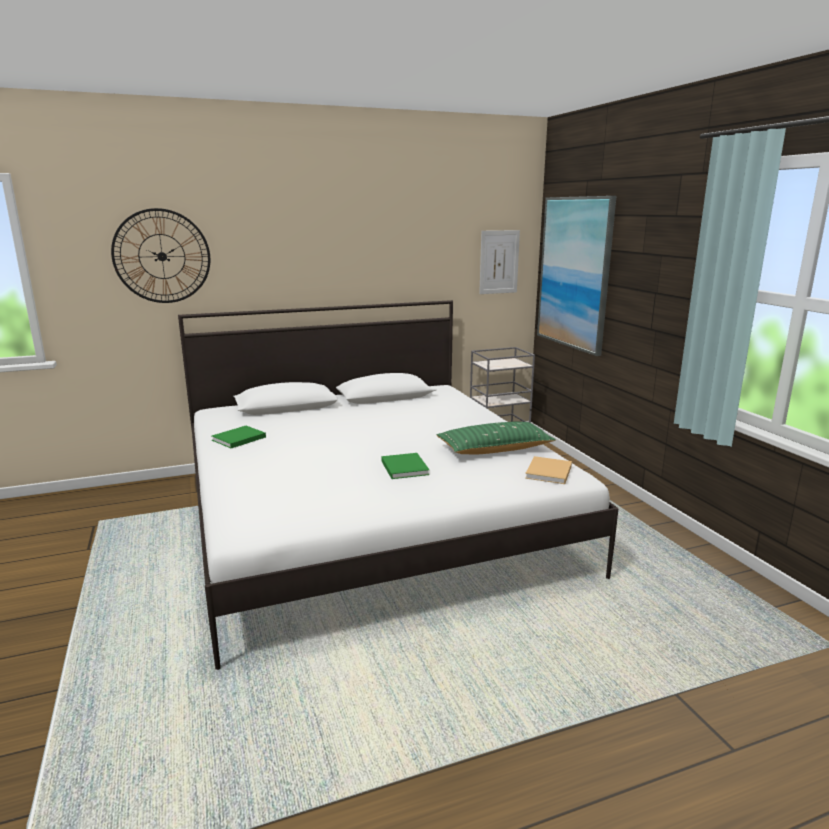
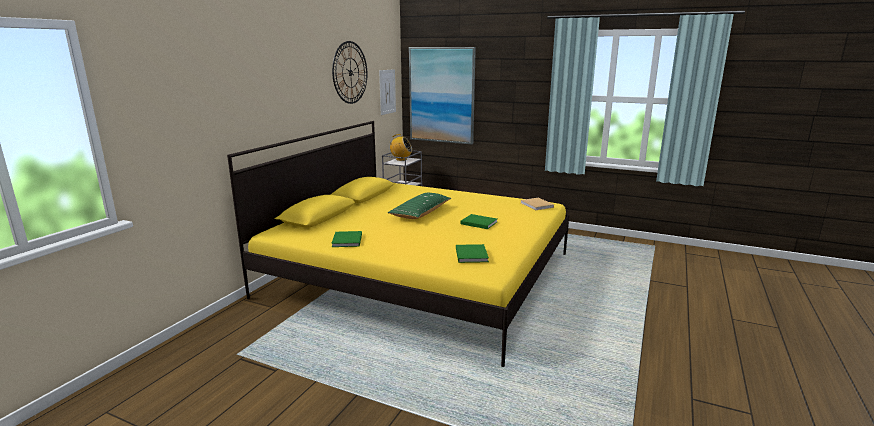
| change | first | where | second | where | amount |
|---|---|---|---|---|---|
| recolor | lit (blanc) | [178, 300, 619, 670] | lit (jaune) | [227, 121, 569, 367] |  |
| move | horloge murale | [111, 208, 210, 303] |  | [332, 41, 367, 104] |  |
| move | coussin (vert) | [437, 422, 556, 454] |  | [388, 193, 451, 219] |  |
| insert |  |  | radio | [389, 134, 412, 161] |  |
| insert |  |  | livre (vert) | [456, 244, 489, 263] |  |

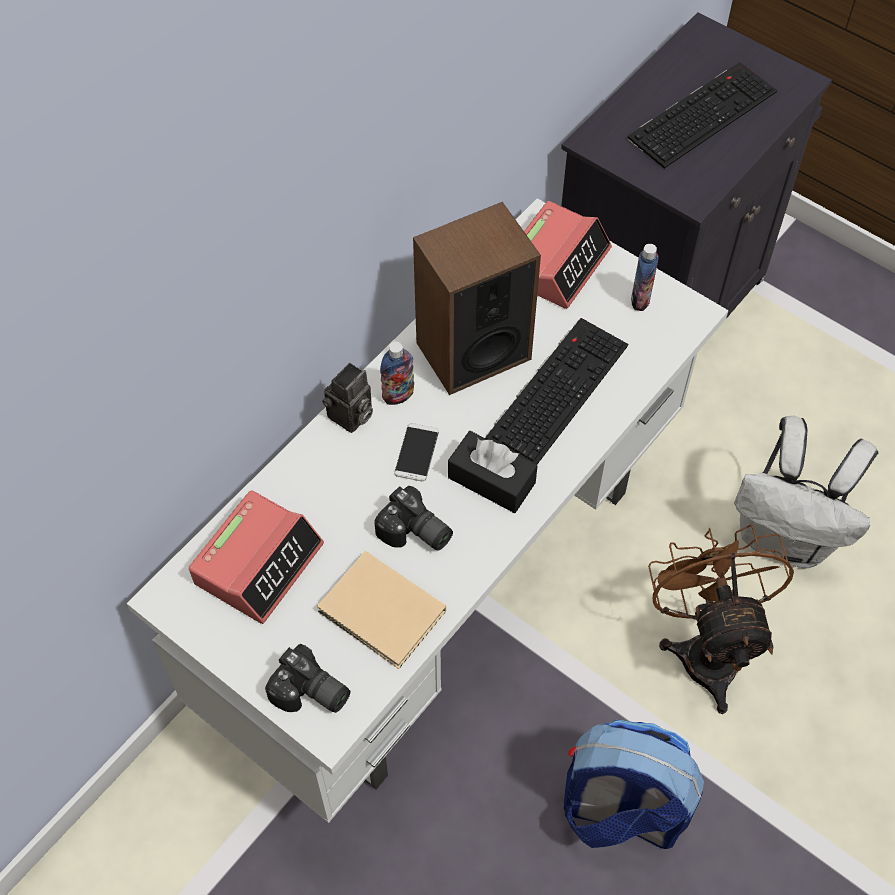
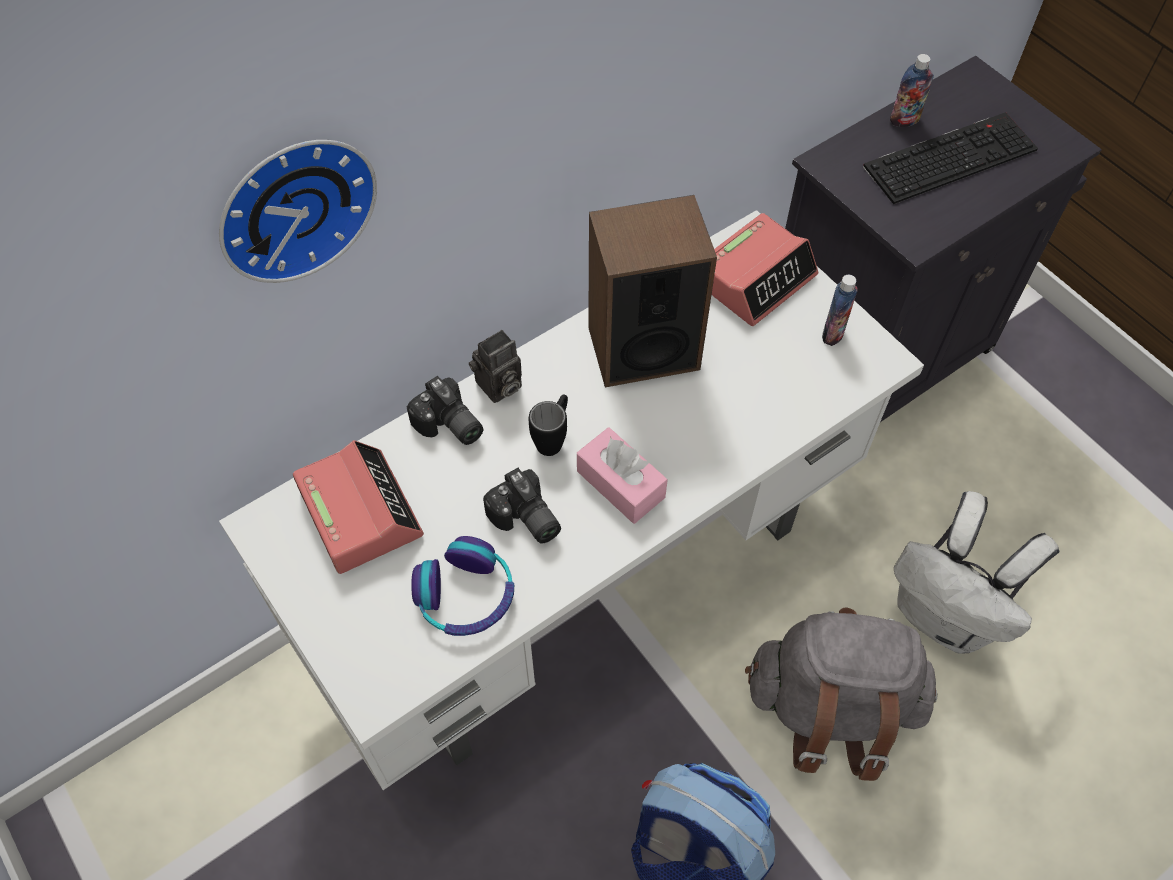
| change | first | where | second | where | amount |
|---|---|---|---|---|---|
| insert |  |  | horloge murale | [219, 140, 377, 283] |  |
| rotate | réveil | [189, 490, 324, 624] |  | [293, 440, 424, 574] | 75 degrees counterclockwise |
| move | appareil photo | [265, 644, 351, 713] |  | [407, 376, 483, 445] |  |
| replace | livre (beige) | [317, 551, 446, 669] | casque audio | [411, 536, 514, 636] |  |
| replace | téléphone | [394, 423, 439, 481] | mug (noir) | [529, 394, 568, 456] |  |
| recolor | boîte à mouchoirs (noir) | [448, 431, 538, 513] | boîte à mouchoirs (rose) | [577, 427, 668, 524] |  |
| replace | ventilateur (marron) | [648, 524, 794, 714] | sac à dos (gris) | [745, 607, 937, 781] |  |
| move | bouteille | [380, 342, 414, 405] |  | [890, 54, 934, 127] |  |
| delete | clavier | [485, 318, 628, 465] |  |  |  |

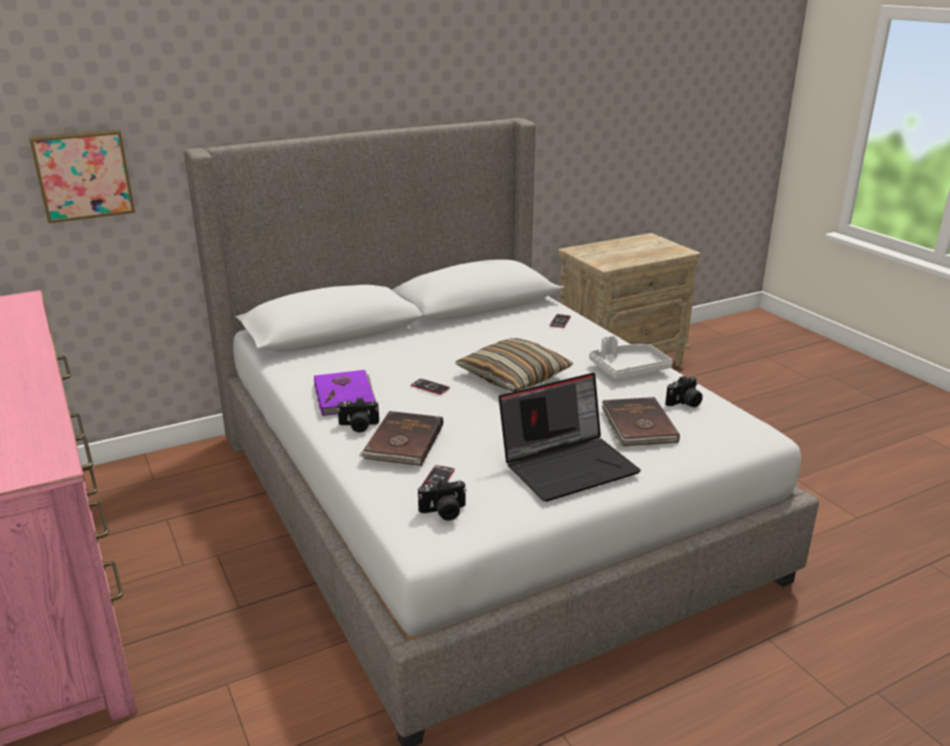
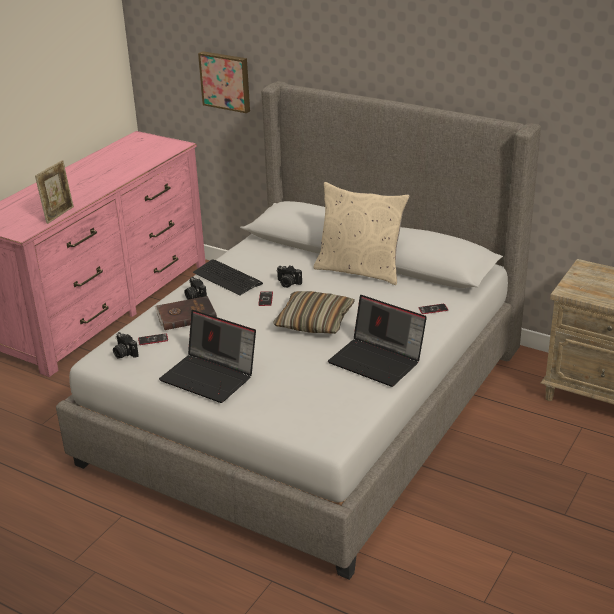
| change | first | where | second | where | amount |
|---|---|---|---|---|---|
| insert |  |  | cadre photo | [35, 160, 74, 224] |  |
| replace | livre (violet) | [314, 370, 376, 416] | clavier | [193, 259, 263, 296] |  |
| move | appareil photo | [665, 376, 703, 407] |  | [276, 265, 302, 288] |  |
| insert |  |  | coussin (beige) | [313, 182, 409, 285] |  |
| replace | plateau (gris) | [589, 336, 673, 379] | ordinateur portable | [328, 295, 427, 387] |  |
| delete | livre (marron) | [602, 397, 680, 446] |  |  |  |

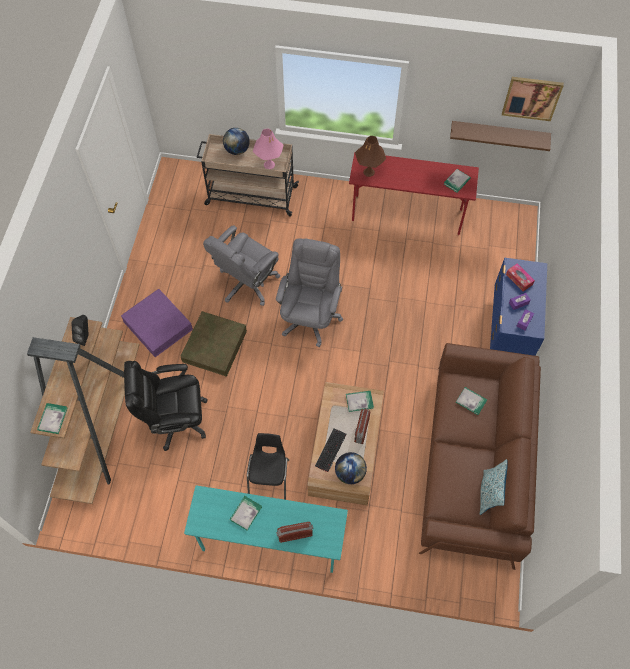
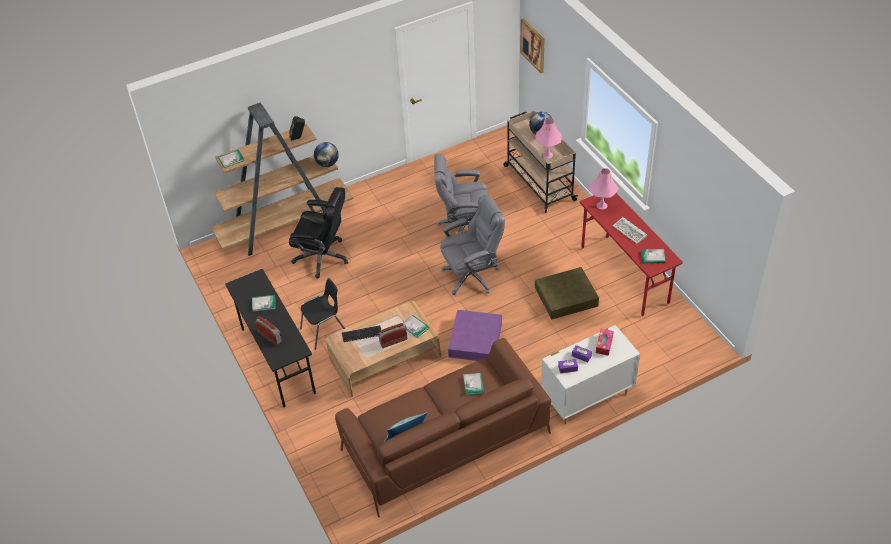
| change | first | where | second | where | amount |
|---|---|---|---|---|---|
| recolor | bureau (turquoise) | [184, 485, 348, 573] | bureau (noir) | [225, 269, 316, 408] |  |
| rotate | chaise de bureau (noir) | [124, 361, 208, 451] |  | [289, 187, 348, 279] | 150 degrees clockwise |
| move | globe | [335, 452, 367, 484] |  | [314, 142, 339, 167] |  |
| move | boîte de rangement (violet) | [121, 289, 193, 357] |  | [448, 310, 502, 361] |  |
| move | tableau | [502, 77, 564, 121] |  | [520, 19, 545, 73] |  |
| move | boîte de rangement (marron) | [181, 311, 247, 377] |  | [535, 267, 599, 319] |  |
| recolor | commode (bleu) | [490, 258, 547, 356] | commode (blanc) | [541, 325, 640, 424] |  |
| recolor | lampe de table (marron) | [355, 136, 386, 177] | lampe de table (rose) | [588, 168, 619, 210] |  |
| insert |  |  | clavier | [613, 217, 647, 244] |  |
| delete | étagère (marron) | [450, 121, 551, 151] |  |  |  |

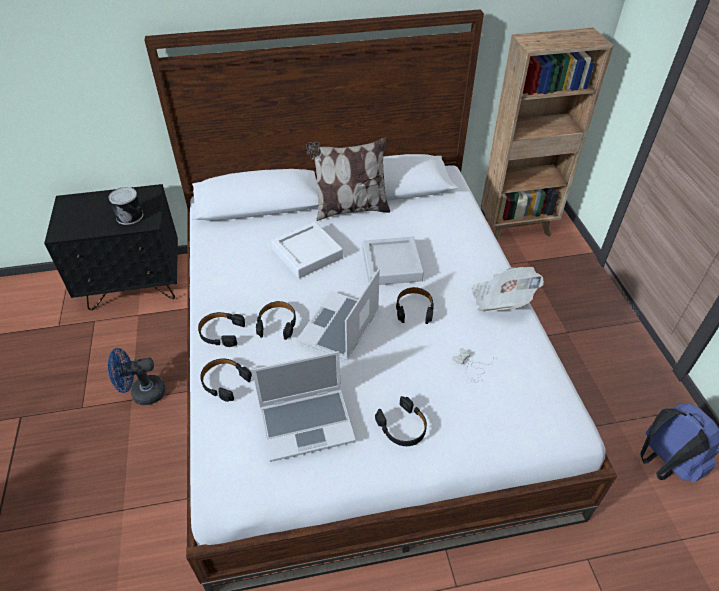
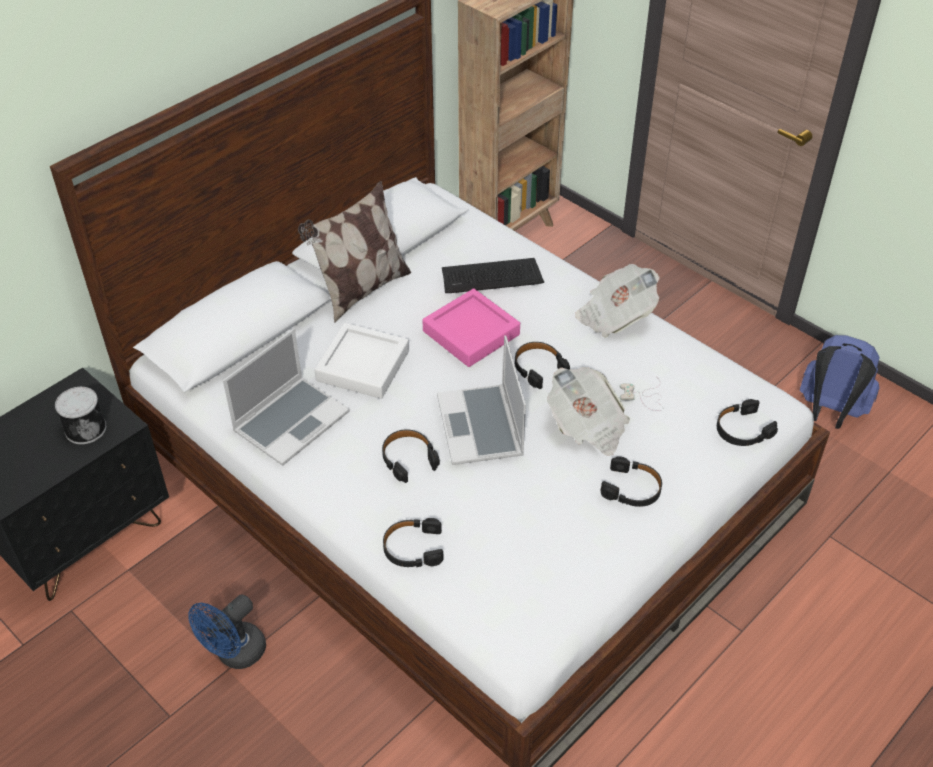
| change | first | where | second | where | amount |
|---|---|---|---|---|---|
| move | ordinateur portable | [252, 351, 356, 462] |  | [223, 329, 350, 466] |  |
| recolor | plateau (gris) | [362, 237, 424, 285] | plateau (rose) | [422, 289, 520, 367] |  |
| insert |  |  | clavier | [442, 258, 544, 293] |  |
| insert |  |  | journal | [547, 367, 630, 456] |  |
| move | casque audio (noir) | [198, 312, 245, 347] |  | [717, 399, 778, 446] |  |

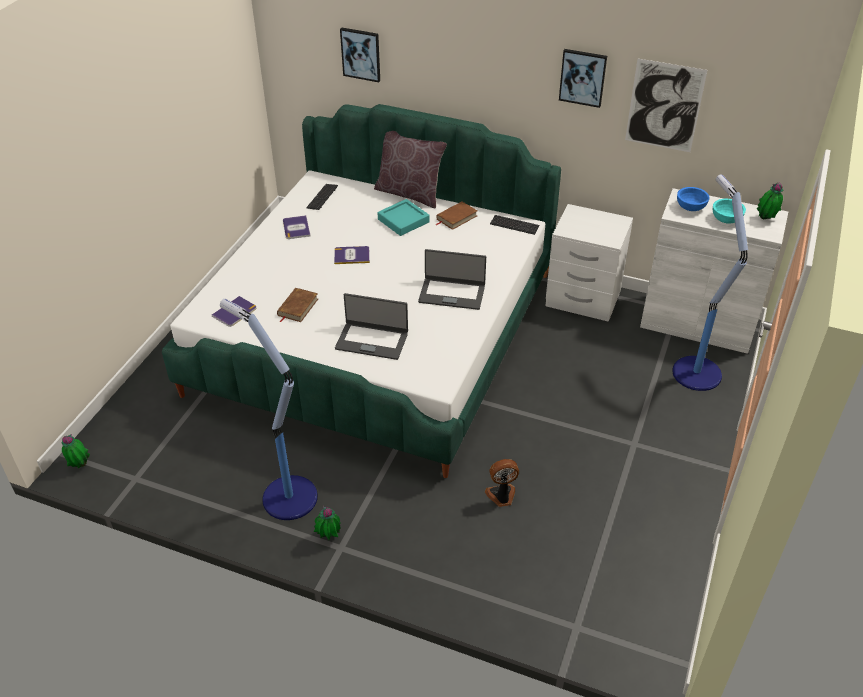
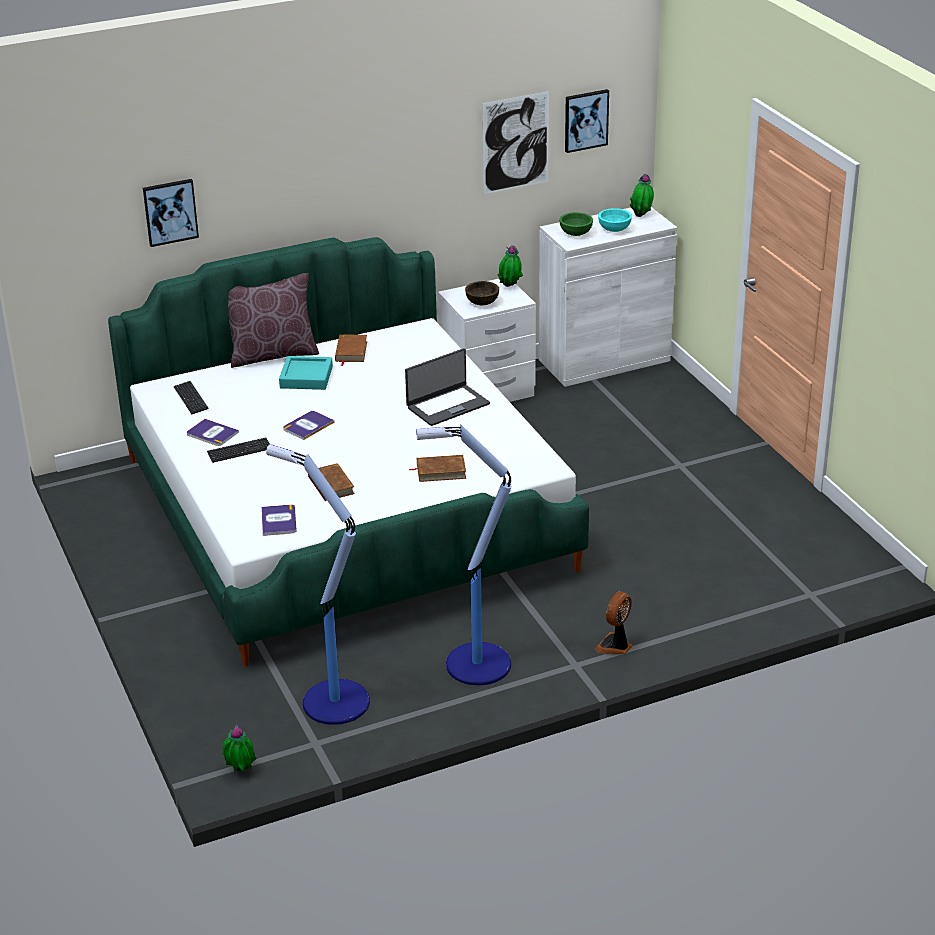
| change | first | where | second | where | amount |
|---|---|---|---|---|---|
| move | clavier | [490, 215, 539, 235] |  | [207, 437, 270, 463] |  |
| move | lampadaire | [672, 174, 748, 391] |  | [266, 444, 370, 725] |  |
| replace | ordinateur portable | [335, 293, 408, 360] | livre (marron) | [410, 455, 466, 482] |  |
| insert |  |  | bol (marron) | [465, 281, 499, 305] |  |
| move | plante en pot | [314, 506, 341, 540] |  | [498, 245, 523, 287] |  |
| recolor | bol (bleu) | [677, 187, 710, 211] | bol (vert) | [559, 212, 593, 236] |  |
| move | tableau | [559, 49, 607, 108] |  | [565, 89, 609, 153] |  |
| move | ventilateur | [485, 459, 519, 507] |  | [595, 592, 632, 654] |  |

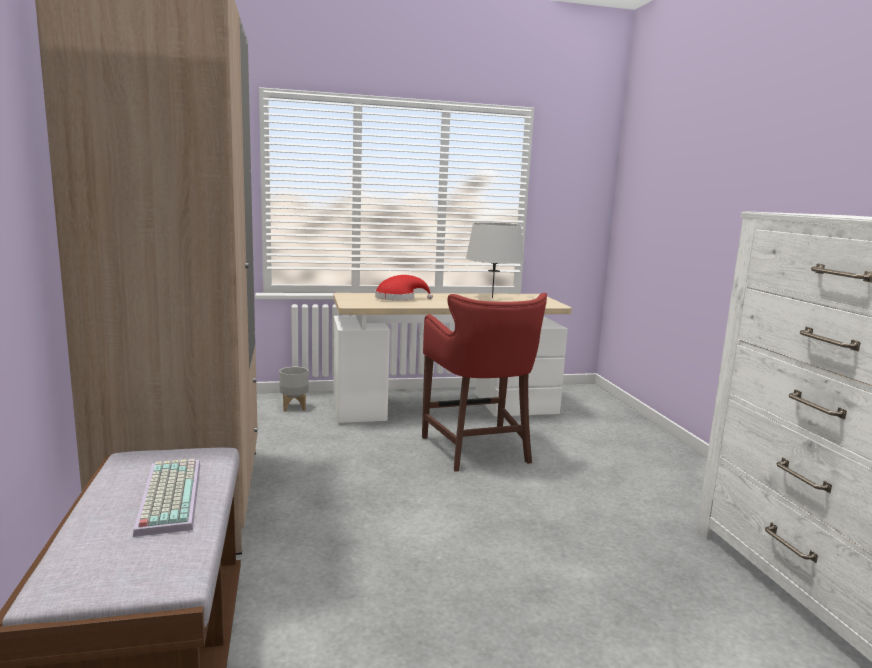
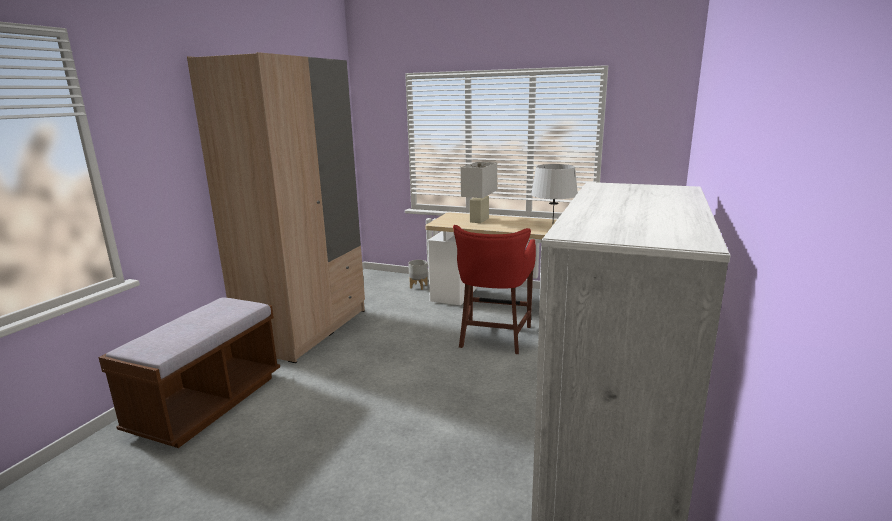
| change | first | where | second | where | amount |
|---|---|---|---|---|---|
| replace | chapeau (rouge) | [375, 275, 433, 301] | lampe de table (blanc) | [461, 162, 497, 223] |  |
| delete | clavier | [133, 459, 200, 537] |  |  |  |

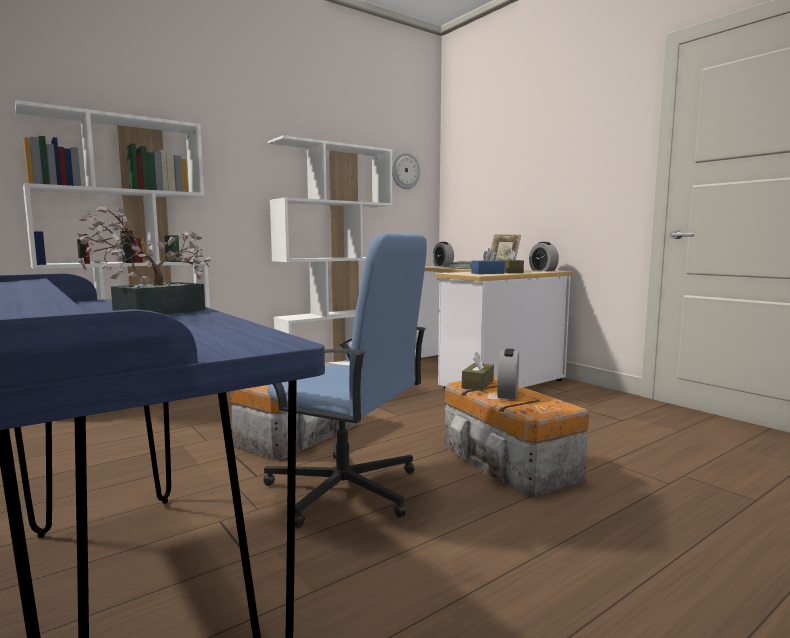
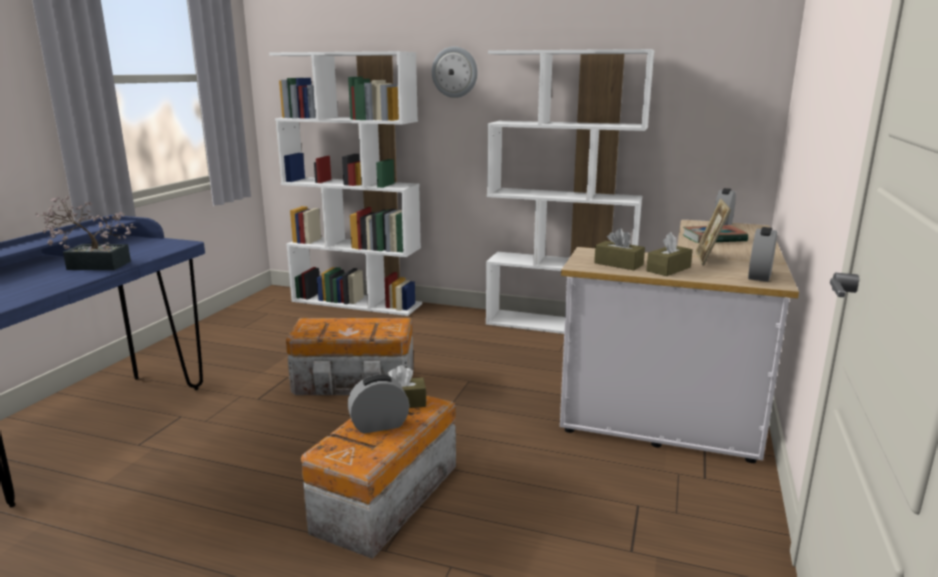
| change | first | where | second | where | amount |
|---|---|---|---|---|---|
| move | horloge murale | [392, 152, 420, 189] |  | [432, 47, 478, 98] |  |
| recolor | boîte à mouchoirs (bleu) | [471, 248, 505, 274] | boîte à mouchoirs (marron) | [594, 228, 645, 270] |  |
| delete | chaise de bureau (bleu) | [263, 233, 427, 528] |  |  |  |

